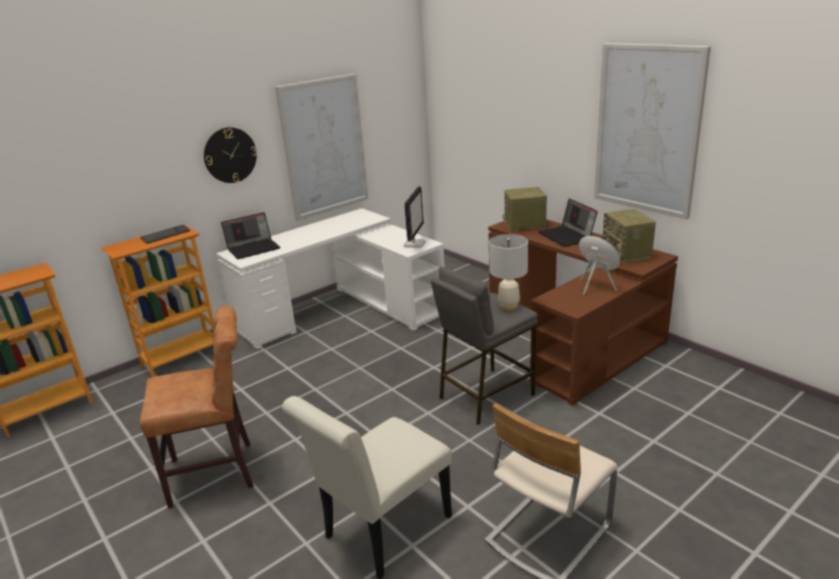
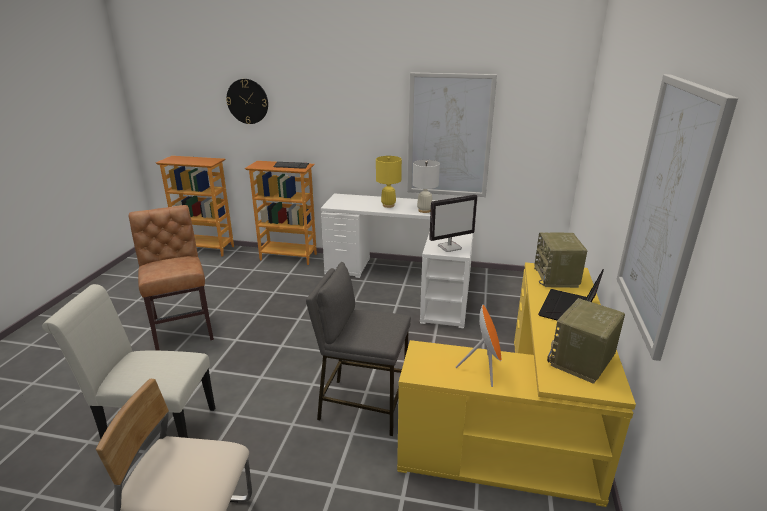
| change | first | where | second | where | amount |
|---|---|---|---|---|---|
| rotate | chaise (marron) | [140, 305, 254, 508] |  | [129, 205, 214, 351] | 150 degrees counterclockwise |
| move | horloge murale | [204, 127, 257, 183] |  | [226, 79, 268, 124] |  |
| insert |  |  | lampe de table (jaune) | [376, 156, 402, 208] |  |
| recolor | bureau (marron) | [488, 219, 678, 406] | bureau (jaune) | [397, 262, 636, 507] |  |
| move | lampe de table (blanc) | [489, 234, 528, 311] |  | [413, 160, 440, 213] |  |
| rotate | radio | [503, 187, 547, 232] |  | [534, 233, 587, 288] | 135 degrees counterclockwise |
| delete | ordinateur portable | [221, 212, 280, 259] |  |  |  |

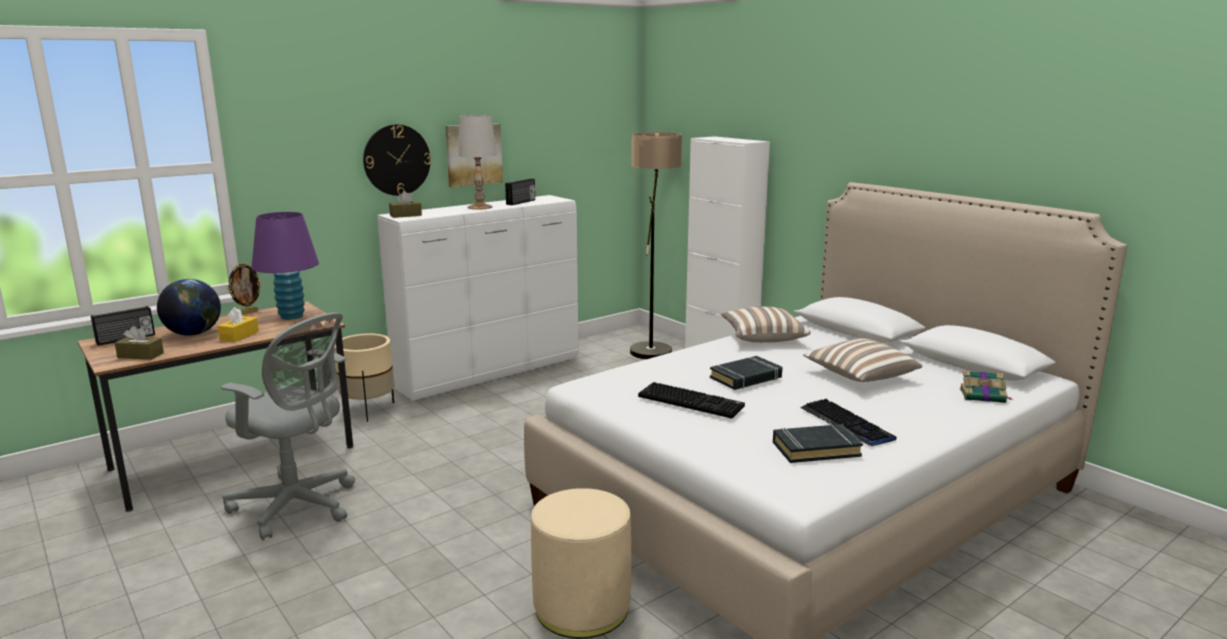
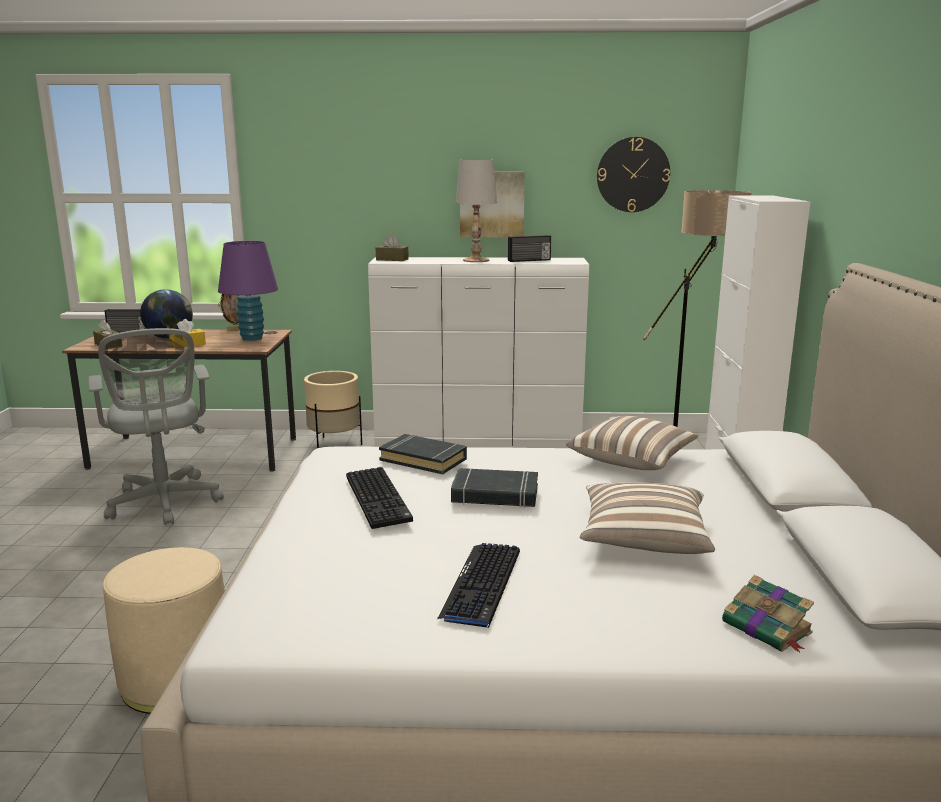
| change | first | where | second | where | amount |
|---|---|---|---|---|---|
| move | livre (noir) | [773, 424, 863, 463] |  | [379, 434, 467, 474] |  |
| move | horloge murale | [363, 124, 431, 196] |  | [597, 137, 670, 212] |  |

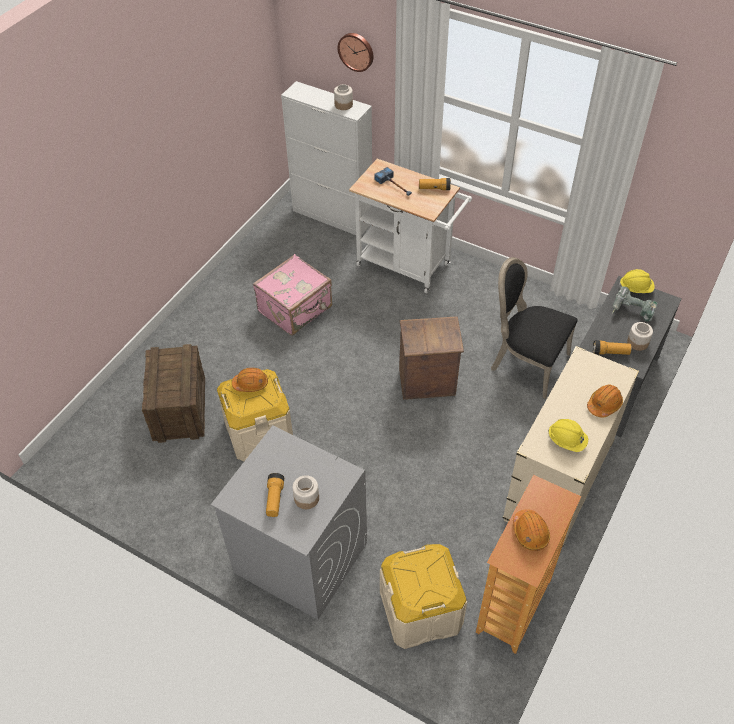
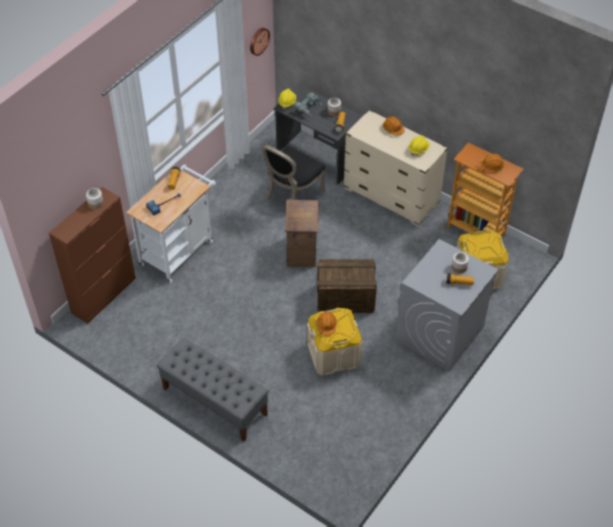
| change | first | where | second | where | amount |
|---|---|---|---|---|---|
| recolor | meuble de rangement (blanc) | [281, 81, 372, 236] | meuble de rangement (marron) | [49, 187, 136, 324] |  |
| insert |  |  | banc (gris) | [157, 338, 269, 442] |  |
| move | horloge murale | [338, 33, 373, 72] |  | [250, 28, 270, 56] |  |
| move | caisse | [142, 344, 205, 443] |  | [317, 259, 377, 313] |  |
| delete | valise (rose) | [253, 254, 332, 336] |  |  |  |

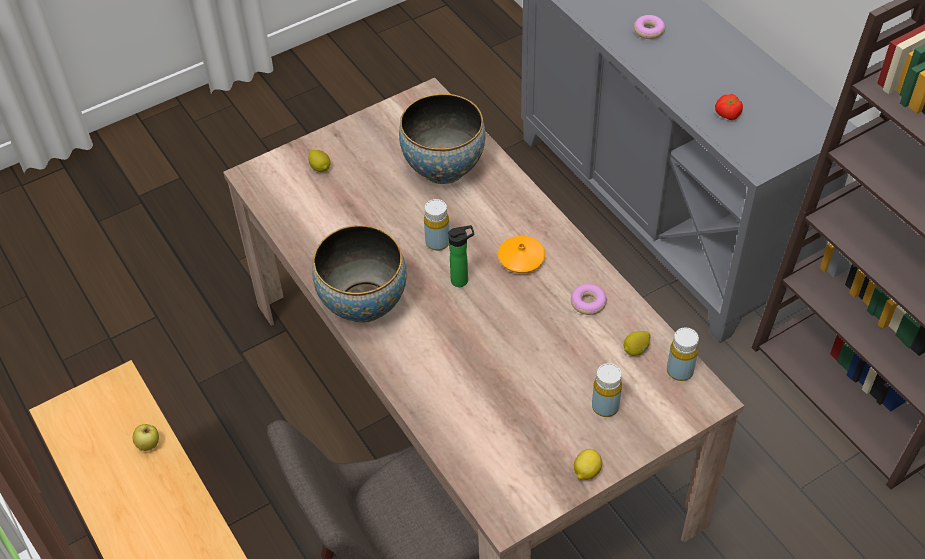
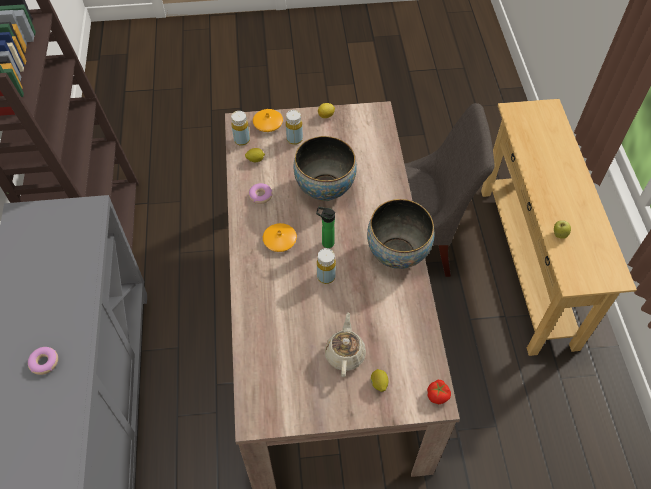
| change | first | where | second | where | amount |
|---|---|---|---|---|---|
| insert |  |  | vase (orange) | [253, 109, 283, 132] |  |
| move | bol | [399, 94, 485, 184] |  | [293, 136, 357, 201] |  |
| insert |  |  | théière (beige) | [325, 312, 366, 377] |  |
| move | tomate | [715, 94, 743, 120] |  | [427, 380, 451, 404] |  |

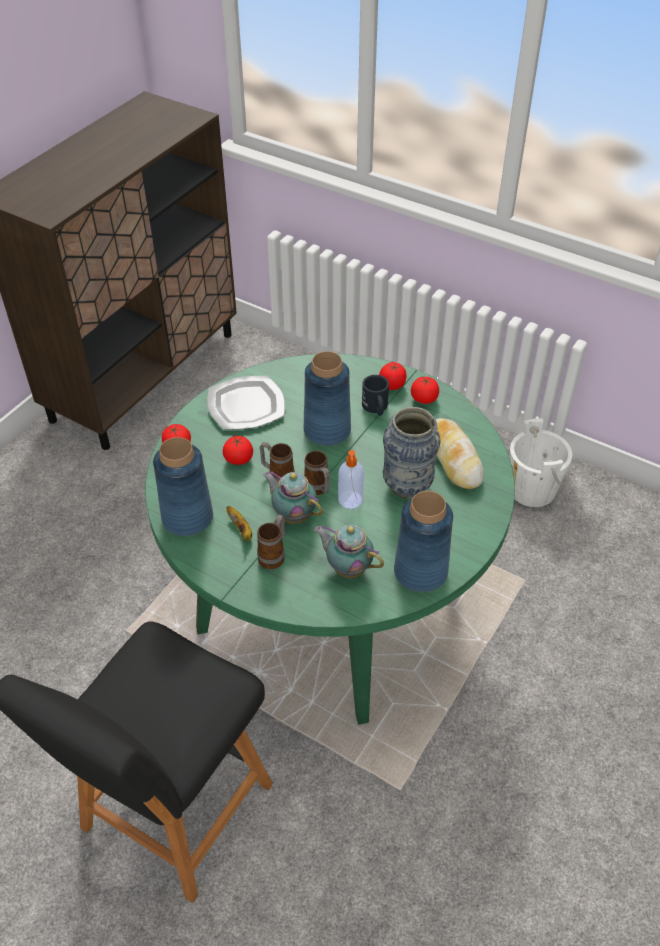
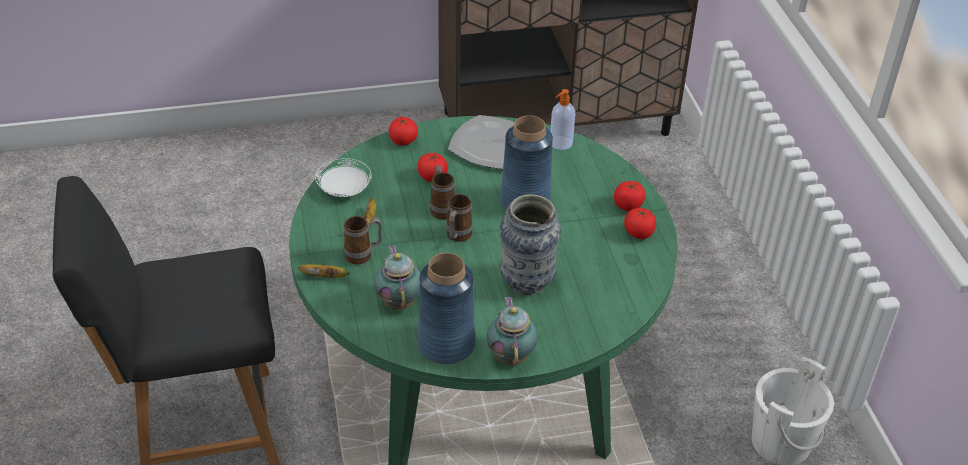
| change | first | where | second | where | amount |
|---|---|---|---|---|---|
| insert |  |  | banane | [298, 264, 350, 278] |  |
| replace | vase (bleu) | [153, 437, 213, 536] | assiette (blanc) | [315, 158, 372, 197] |  |
| move | théière | [263, 471, 323, 524] |  | [487, 297, 538, 366] |  |
| move | distributeur de savon | [338, 450, 364, 509] |  | [550, 89, 575, 150] |  |
| delete | mug (noir) | [362, 375, 389, 416] |  |  |  |
| delete | pain | [436, 418, 484, 489] |  |  |  |

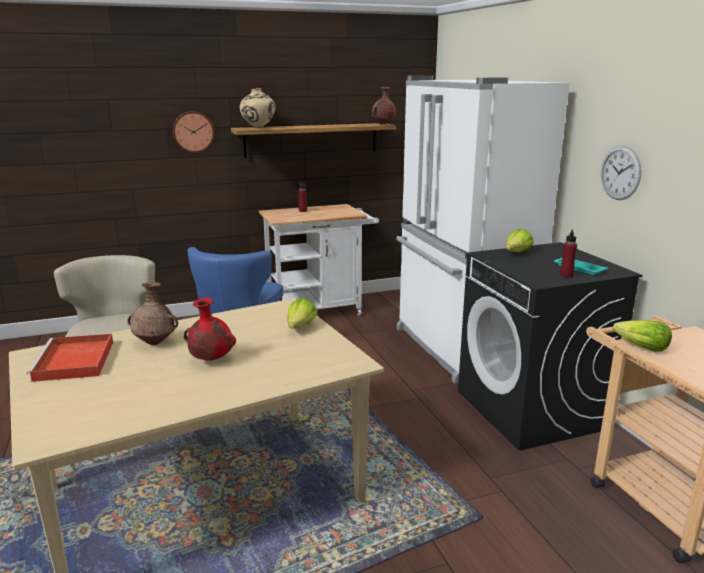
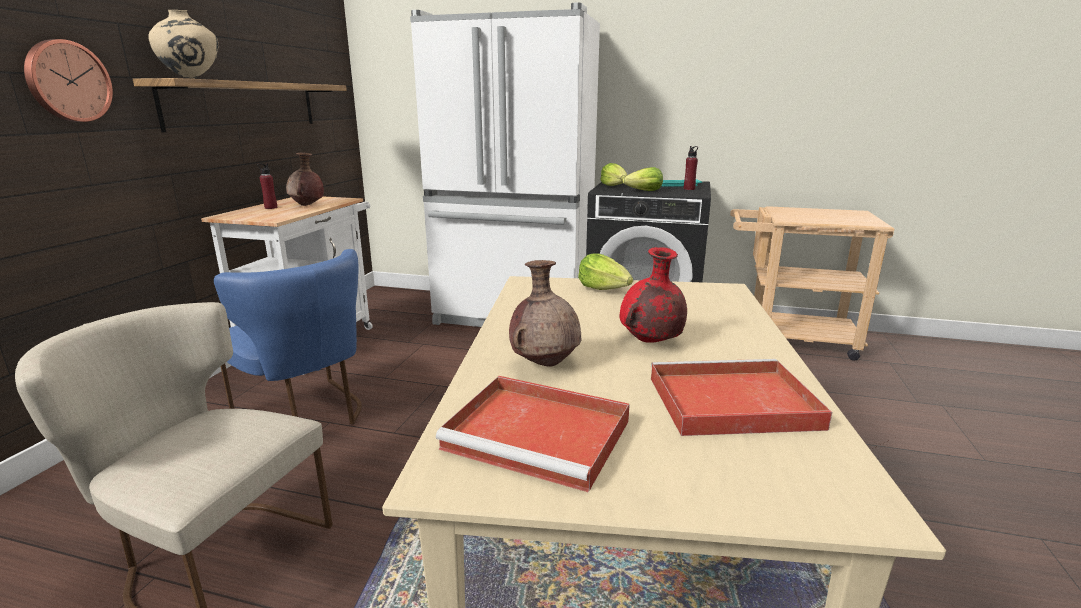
| change | first | where | second | where | amount |
|---|---|---|---|---|---|
| move | vase (marron) | [372, 87, 396, 125] |  | [286, 153, 324, 206] |  |
| move | laitue | [613, 320, 672, 352] |  | [623, 167, 663, 191] |  |
| insert |  |  | plateau (rouge) | [651, 359, 832, 436] |  |
| delete | horloge murale | [601, 146, 641, 200] |  |  |  |

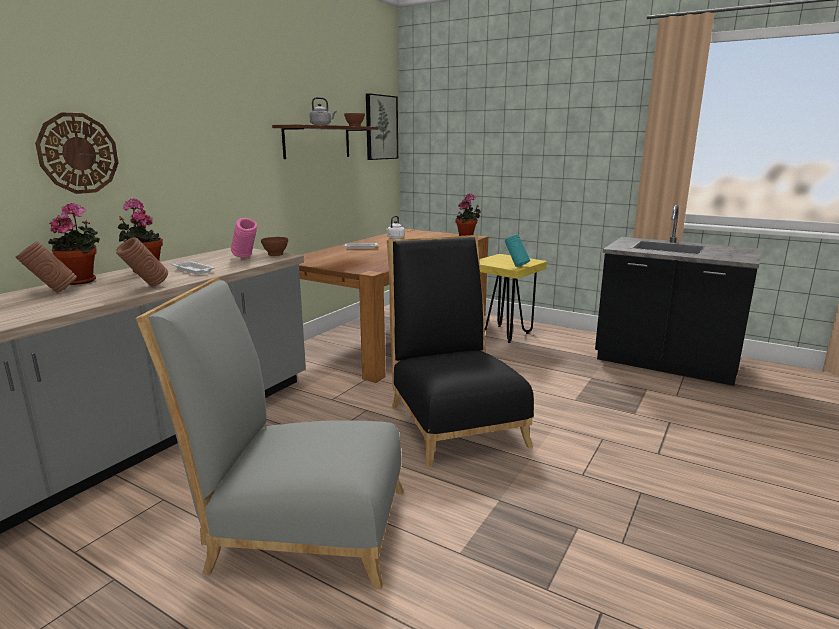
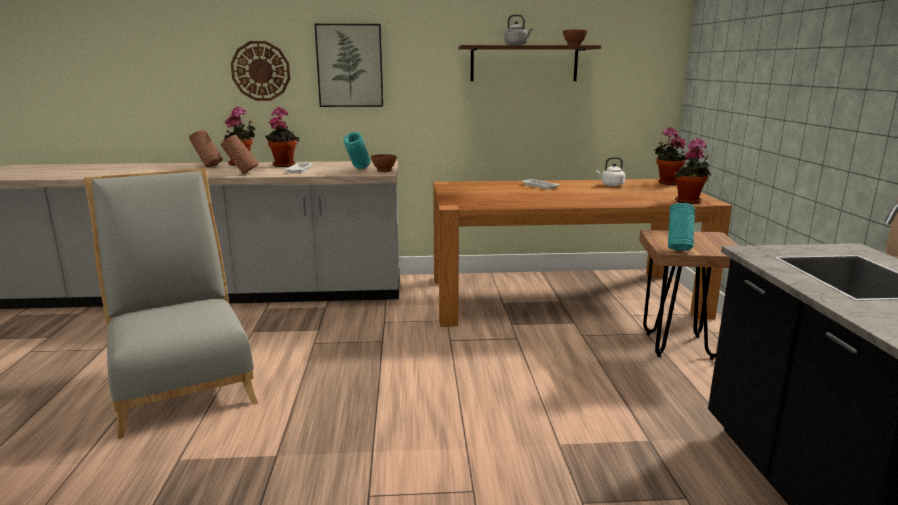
| change | first | where | second | where | amount |
|---|---|---|---|---|---|
| move | tableau | [366, 93, 398, 160] |  | [315, 24, 383, 107] |  |
| recolor | vase (rose) | [231, 218, 257, 258] | vase (turquoise) | [343, 132, 370, 169] |  |
| recolor | tabouret (jaune) | [479, 254, 547, 343] | tabouret (marron) | [639, 230, 739, 360] |  |
| insert |  |  | plante en pot | [655, 127, 686, 185] |  |
| delete | chaise (noir) | [387, 235, 534, 467] |  |  |  |

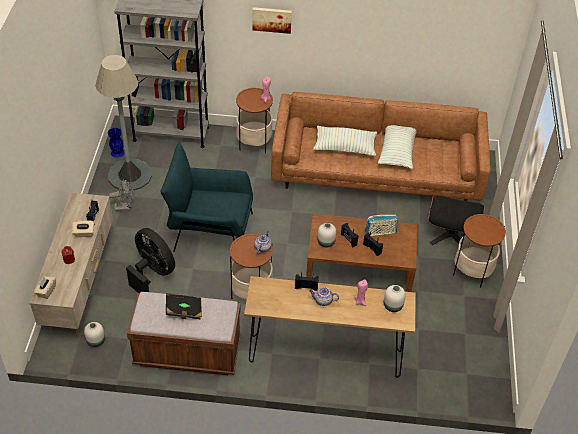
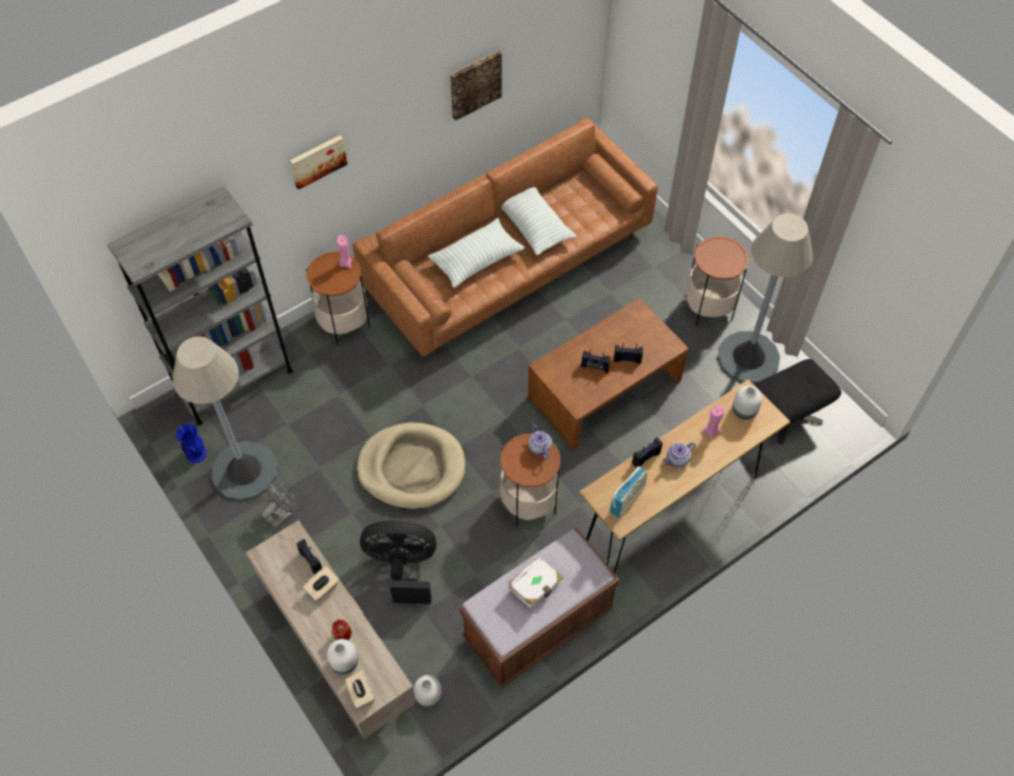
| change | first | where | second | where | amount |
|---|---|---|---|---|---|
| move | vase (blanc) | [317, 223, 336, 248] |  | [327, 639, 358, 674] |  |
| replace | fauteuil (bleu) | [160, 143, 253, 252] | panier pour chien (beige) | [357, 422, 466, 509] |  |
| insert |  |  | tableau | [450, 50, 502, 121] |  |
| recolor | livre (noir) | [166, 293, 202, 319] | livre (blanc) | [506, 557, 564, 608] |  |
| move | radio | [365, 215, 398, 236] |  | [609, 466, 647, 518] |  |
| insert |  |  | lampadaire (gris) | [718, 213, 813, 383] |  |
| move | pouf (noir) | [428, 196, 485, 245] |  | [754, 359, 842, 444] |  |

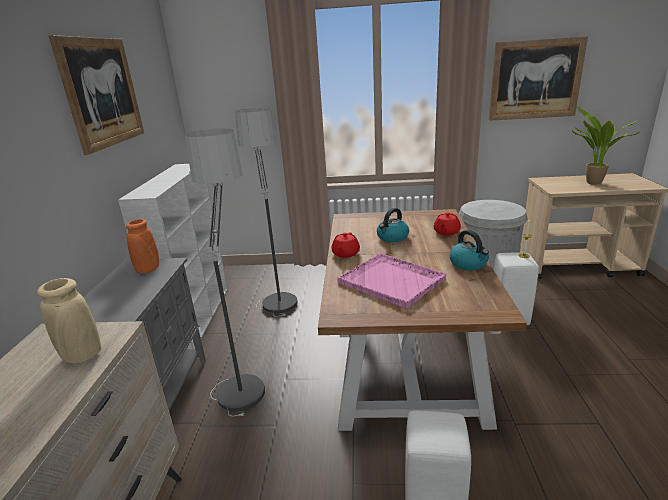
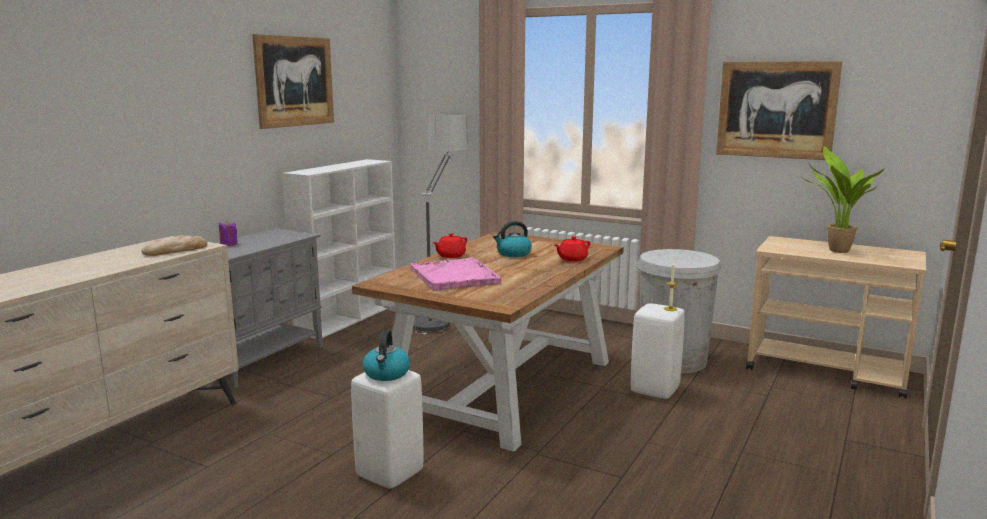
| change | first | where | second | where | amount |
|---|---|---|---|---|---|
| replace | vase (beige) | [37, 278, 101, 363] | pain | [141, 235, 207, 256] |  |
| insert |  |  | bougie (violet) | [219, 220, 238, 246] |  |
| move | bouilloire | [450, 230, 489, 271] |  | [363, 330, 410, 381] |  |
| delete | vase (orange) | [126, 219, 159, 273] |  |  |  |
| delete | lampadaire | [185, 128, 265, 416] |  |  |  |

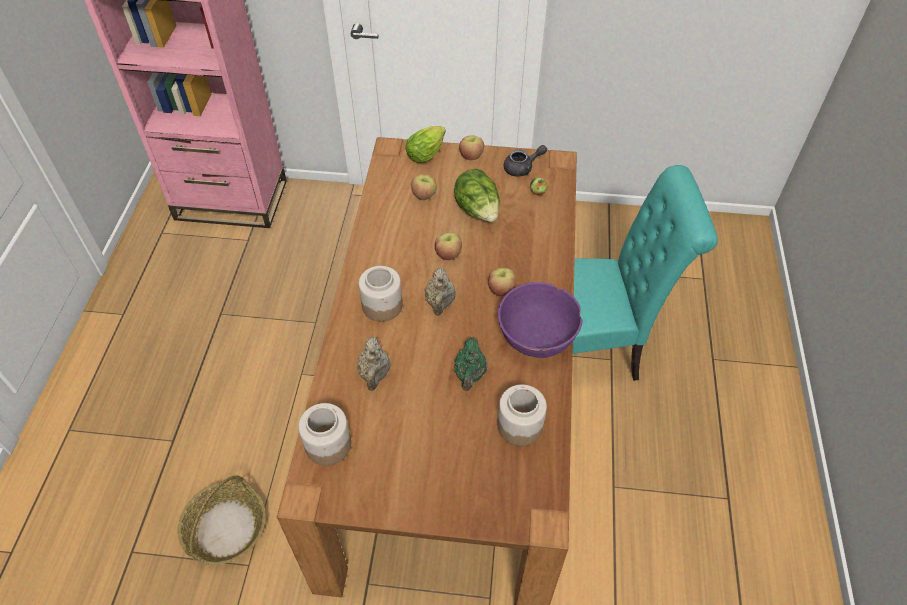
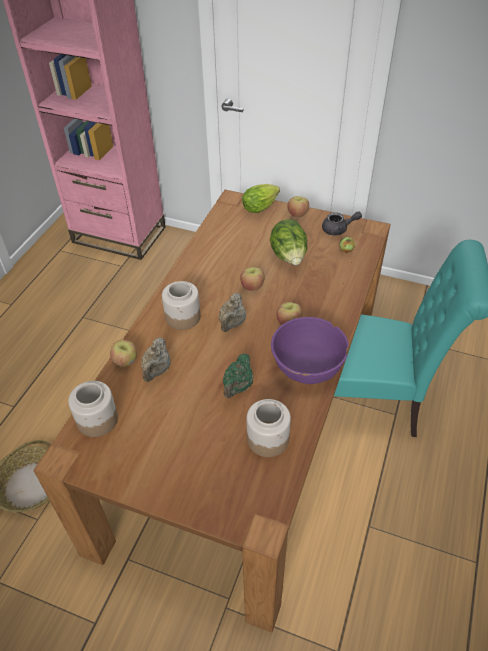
| change | first | where | second | where | amount |
|---|---|---|---|---|---|
| move | pomme | [411, 174, 437, 200] |  | [110, 340, 137, 367] |  |

